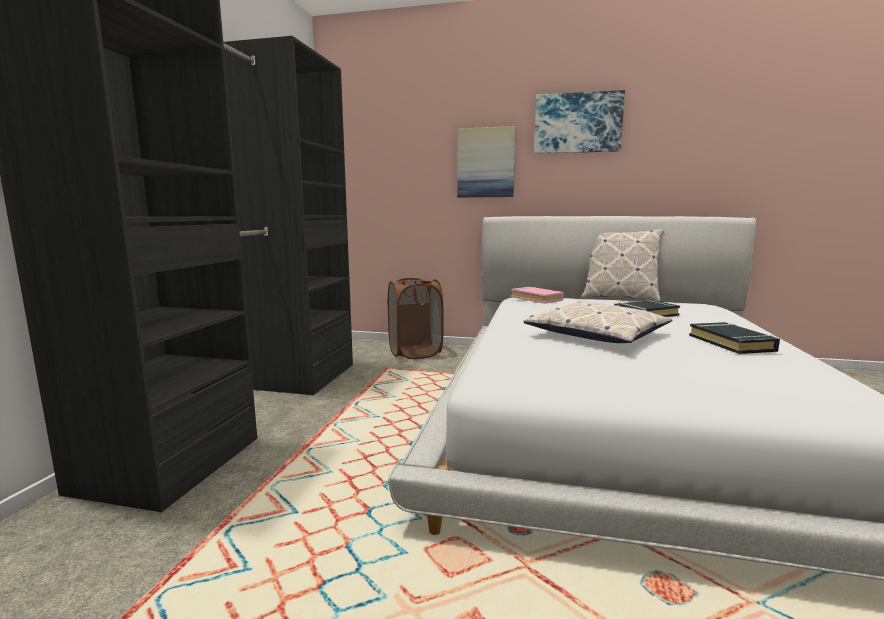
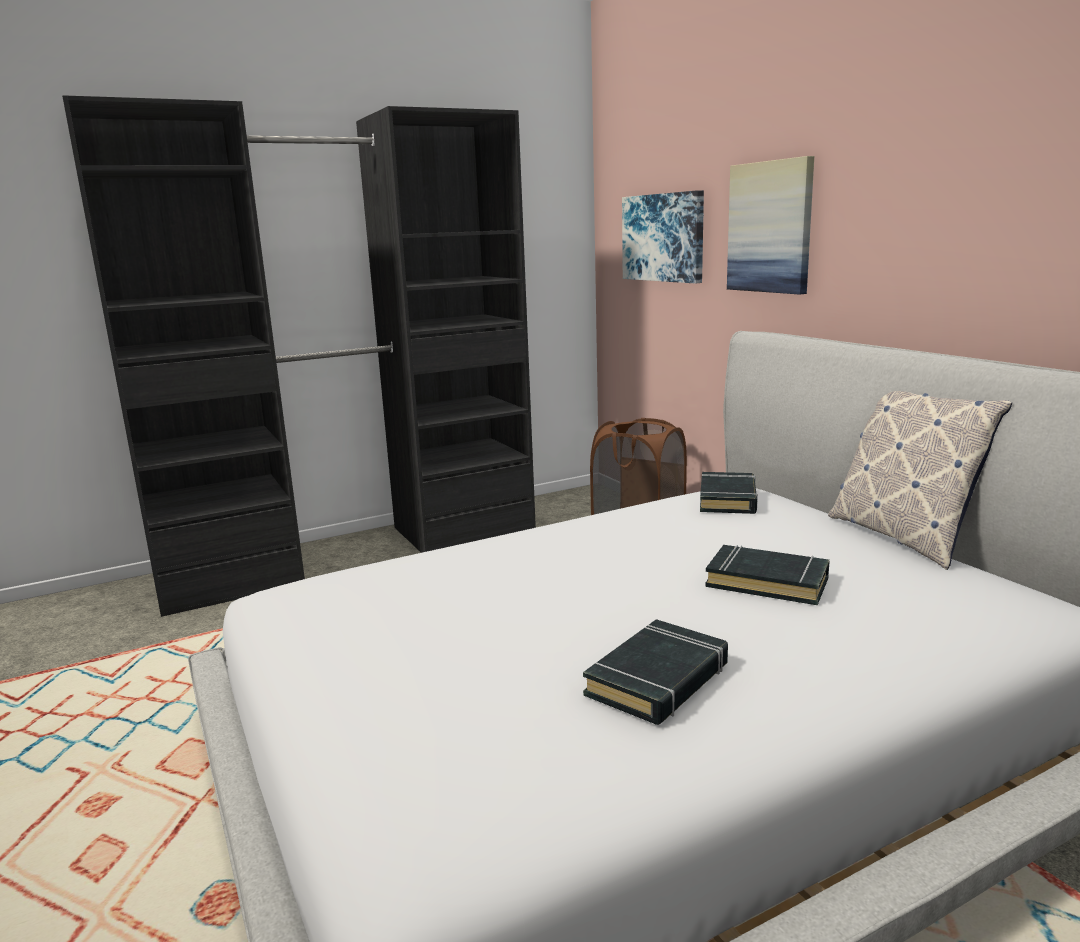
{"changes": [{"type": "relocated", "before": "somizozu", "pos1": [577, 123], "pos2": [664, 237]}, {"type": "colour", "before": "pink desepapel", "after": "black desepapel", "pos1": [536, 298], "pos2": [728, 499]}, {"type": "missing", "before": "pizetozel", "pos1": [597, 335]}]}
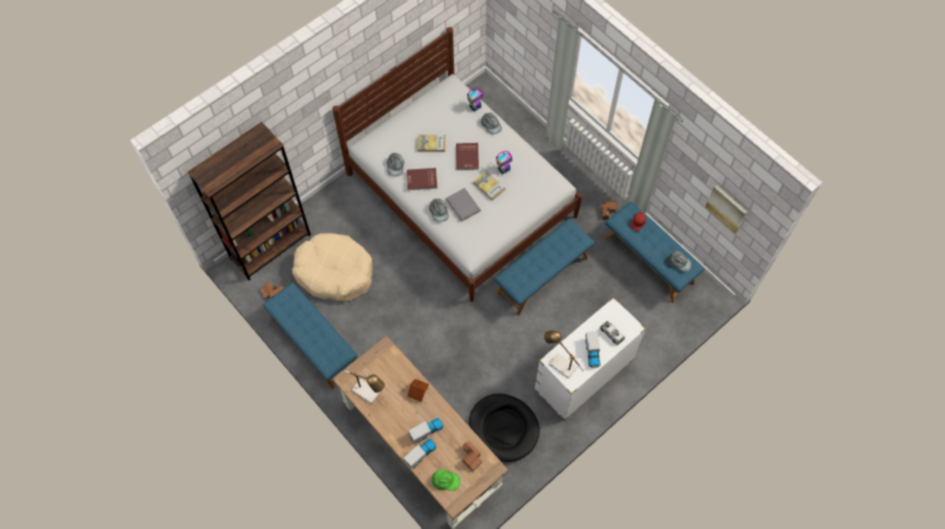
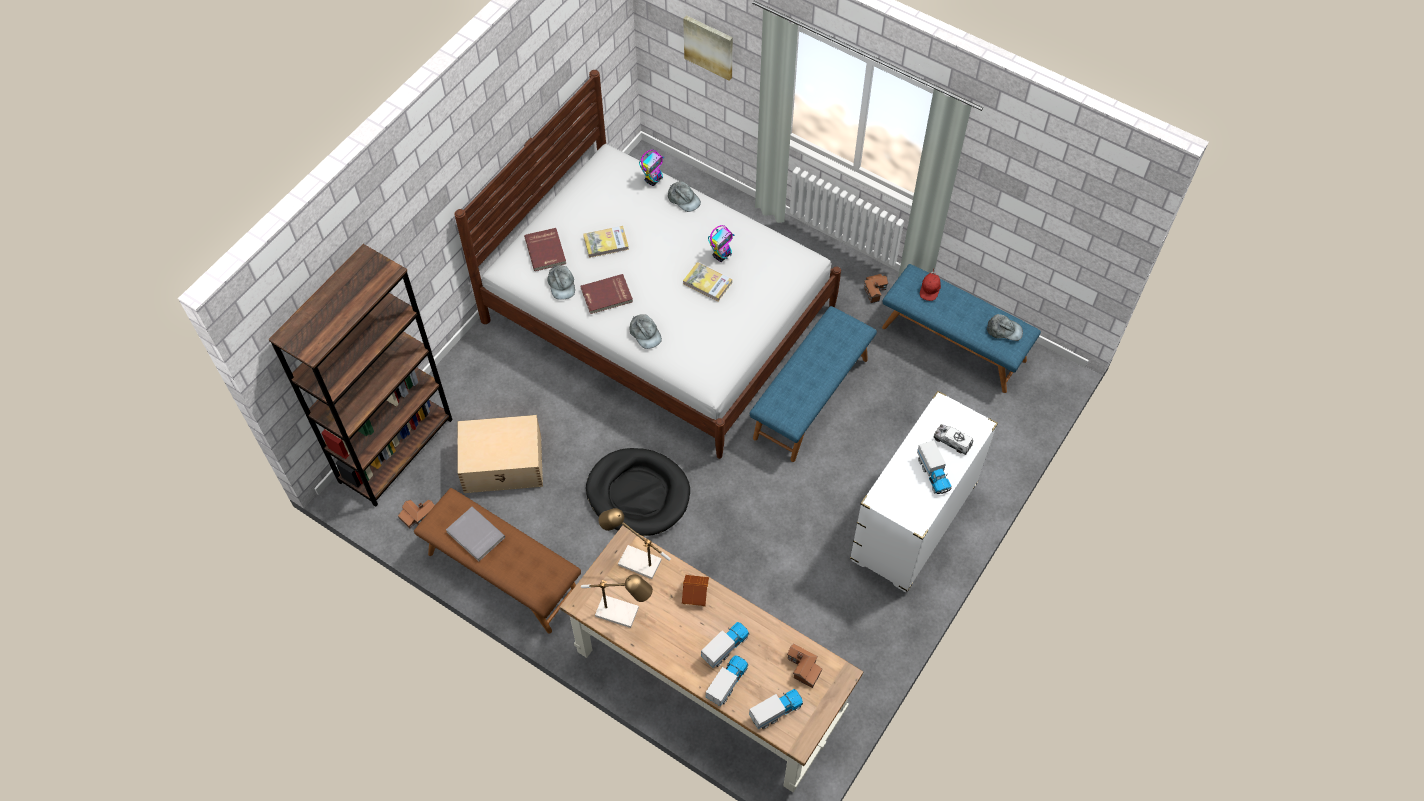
{"changes": [{"type": "relocated", "before": "red desepapel", "pos1": [468, 157], "pos2": [546, 250]}, {"type": "relocated", "before": "somizozu", "pos1": [727, 208], "pos2": [709, 46]}, {"type": "relocated", "before": "grey desepapel", "pos1": [462, 205], "pos2": [475, 535]}, {"type": "exchanged", "before": "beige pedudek", "after": "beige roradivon", "pos1": [334, 272], "pos2": [503, 464]}, {"type": "colour", "before": "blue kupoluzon", "after": "brown kupoluzon", "pos1": [314, 343], "pos2": [502, 574]}, {"type": "relocated", "before": "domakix", "pos1": [559, 364], "pos2": [634, 561]}, {"type": "relocated", "before": "black pedudek", "pos1": [503, 428], "pos2": [638, 494]}, {"type": "exchanged", "before": "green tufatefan", "after": "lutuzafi", "pos1": [445, 480], "pos2": [776, 711]}]}
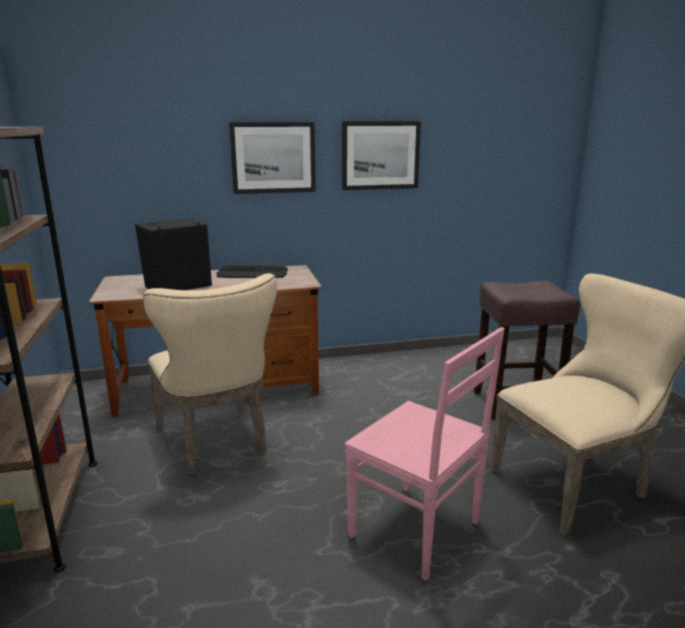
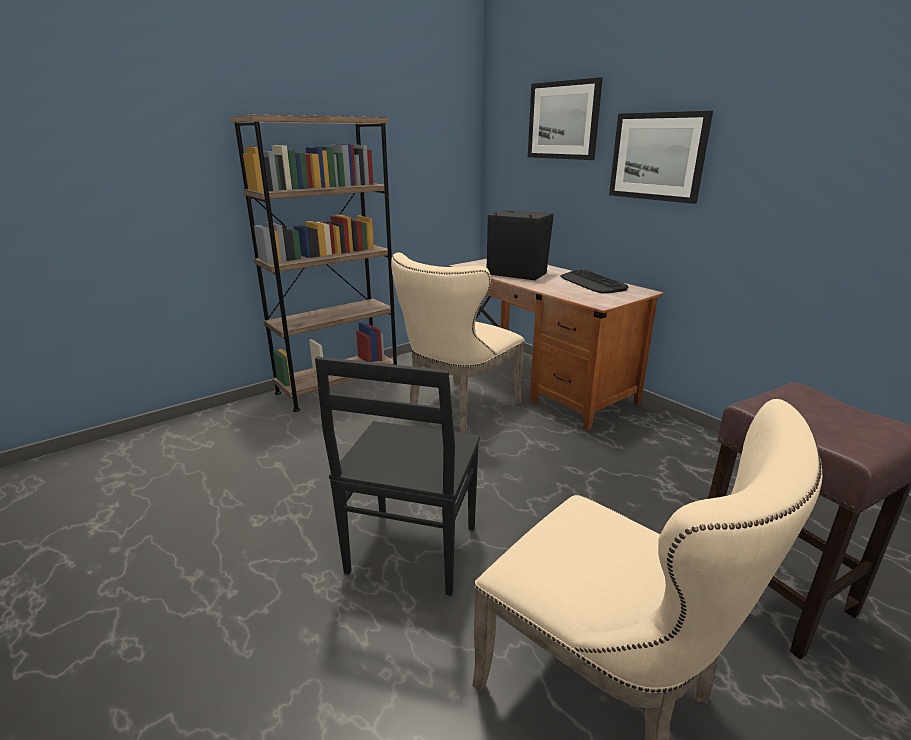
{"changes": [{"type": "relocated", "before": "somizozu", "pos1": [380, 155], "pos2": [563, 120]}, {"type": "colour", "before": "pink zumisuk", "after": "black zumisuk", "pos1": [417, 531], "pos2": [411, 552]}]}
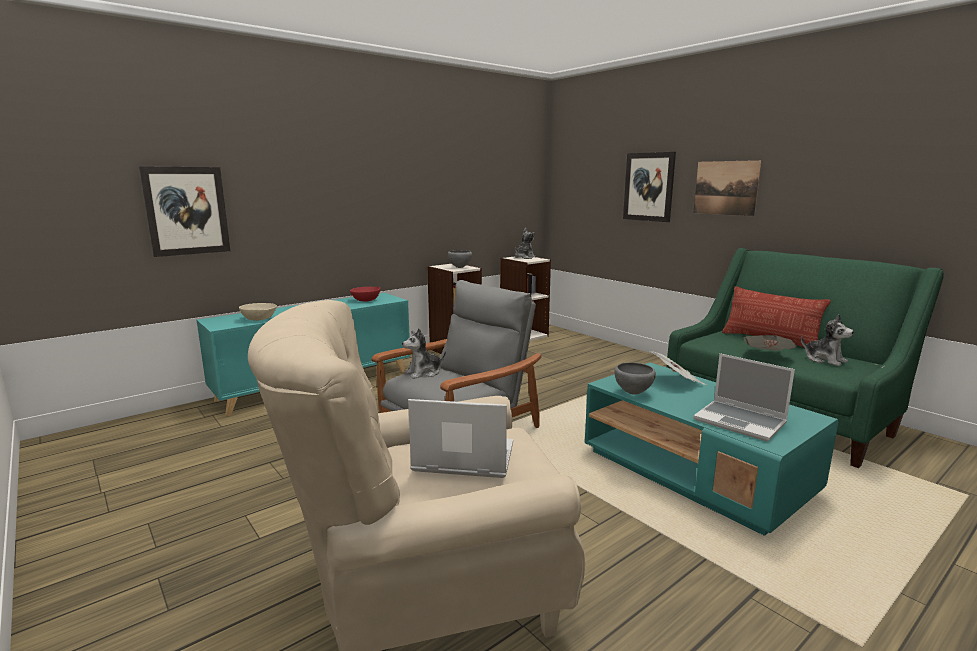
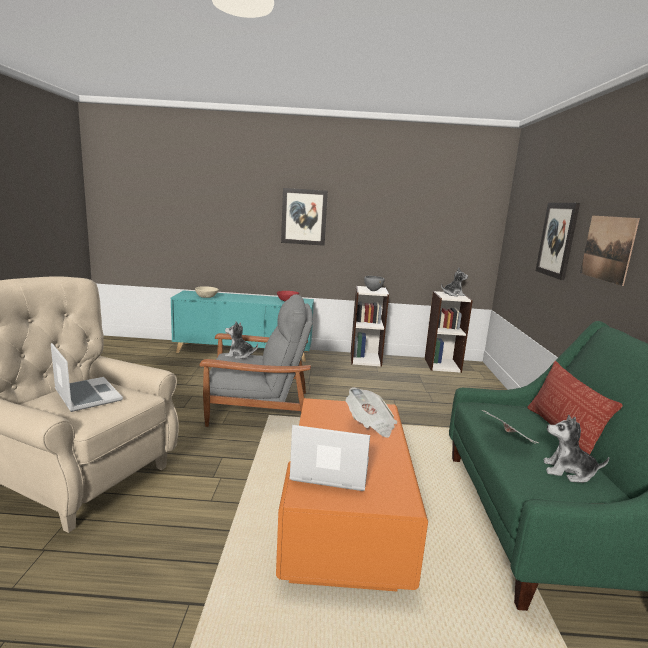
{"changes": [{"type": "relocated", "before": "somizozu", "pos1": [186, 211], "pos2": [304, 217]}, {"type": "spun", "before": "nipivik", "pos1": [824, 360], "pos2": [568, 472], "turn": 105}, {"type": "spun", "before": "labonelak", "pos1": [741, 422], "pos2": [329, 471], "turn": 105}, {"type": "colour", "before": "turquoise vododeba", "after": "orange vododeba", "pos1": [695, 473], "pos2": [345, 515]}, {"type": "missing", "before": "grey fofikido", "pos1": [632, 393]}]}
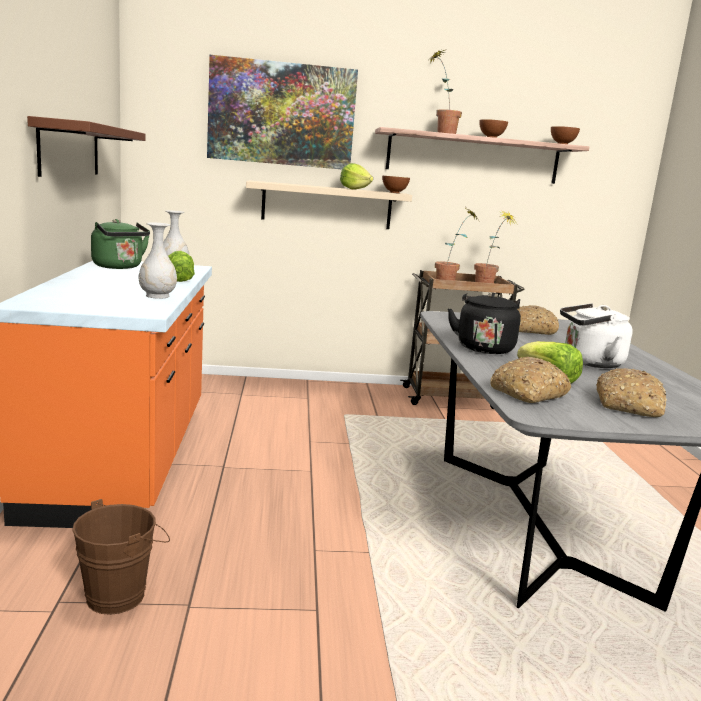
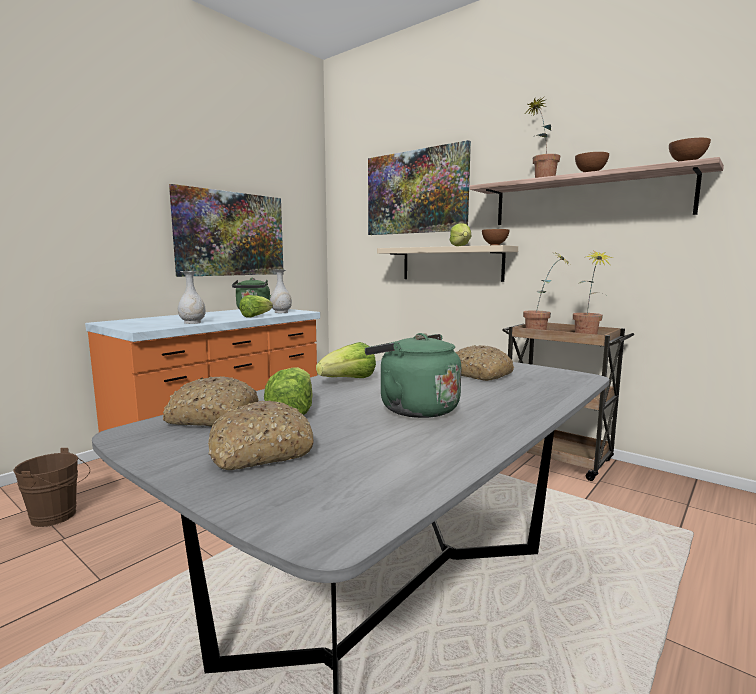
{"changes": [{"type": "exchanged", "before": "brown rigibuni", "after": "somizozu", "pos1": [70, 149], "pos2": [231, 234]}, {"type": "exchanged", "before": "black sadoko", "after": "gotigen", "pos1": [484, 348], "pos2": [349, 380]}, {"type": "colour", "before": "white sadoko", "after": "green sadoko", "pos1": [589, 362], "pos2": [414, 409]}]}
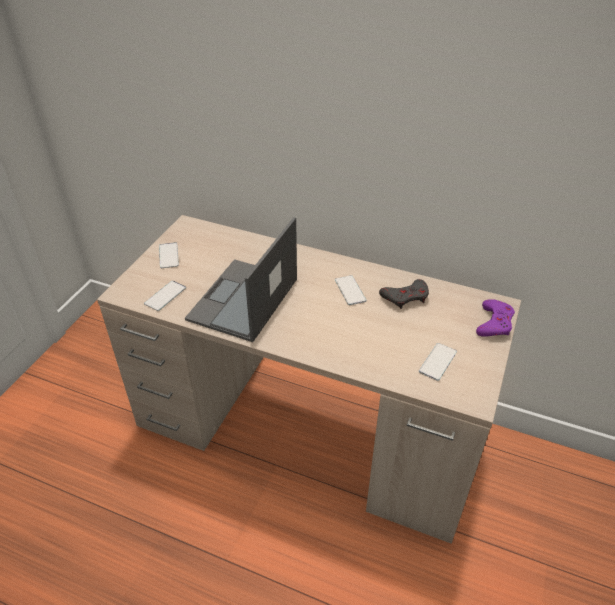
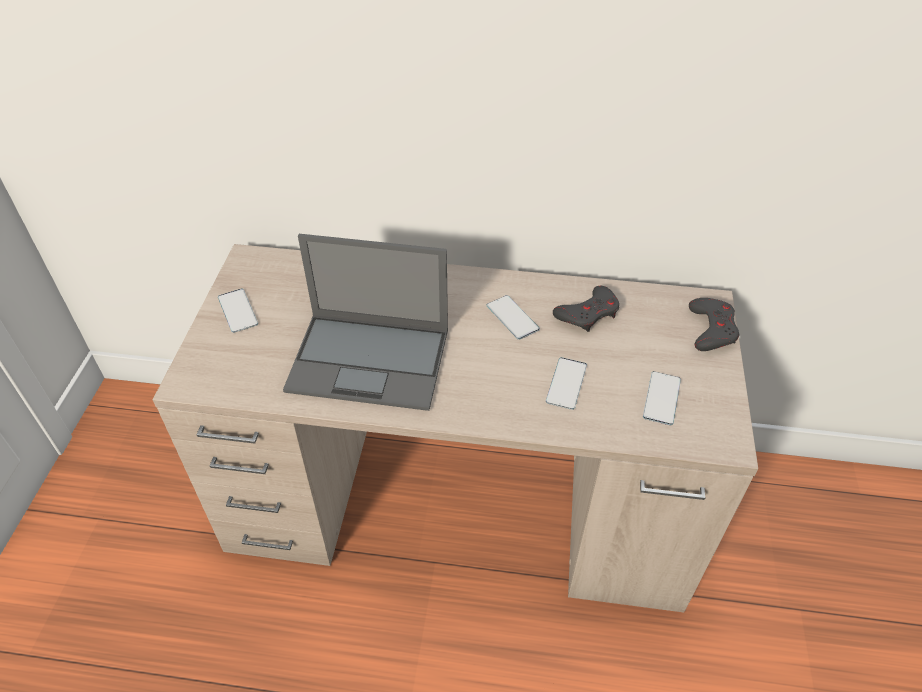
{"changes": [{"type": "spun", "before": "labonelak", "pos1": [243, 300], "pos2": [371, 360], "turn": -90}, {"type": "relocated", "before": "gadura", "pos1": [165, 296], "pos2": [566, 383]}, {"type": "colour", "before": "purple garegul", "after": "grey garegul", "pos1": [494, 323], "pos2": [711, 329]}]}
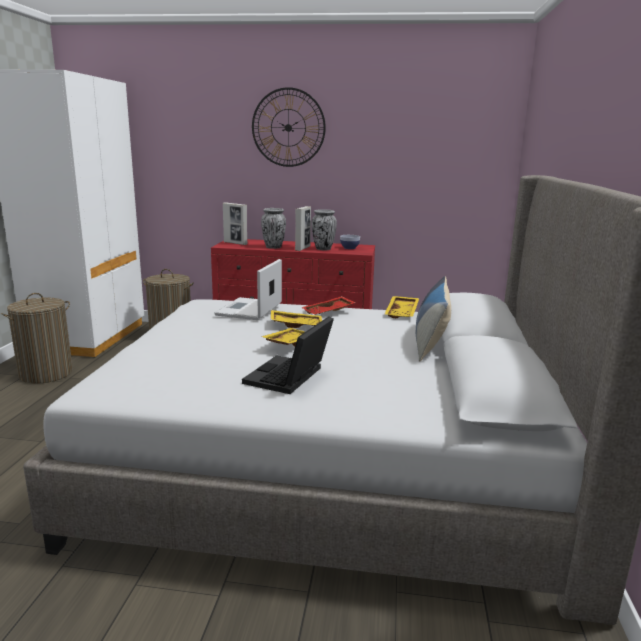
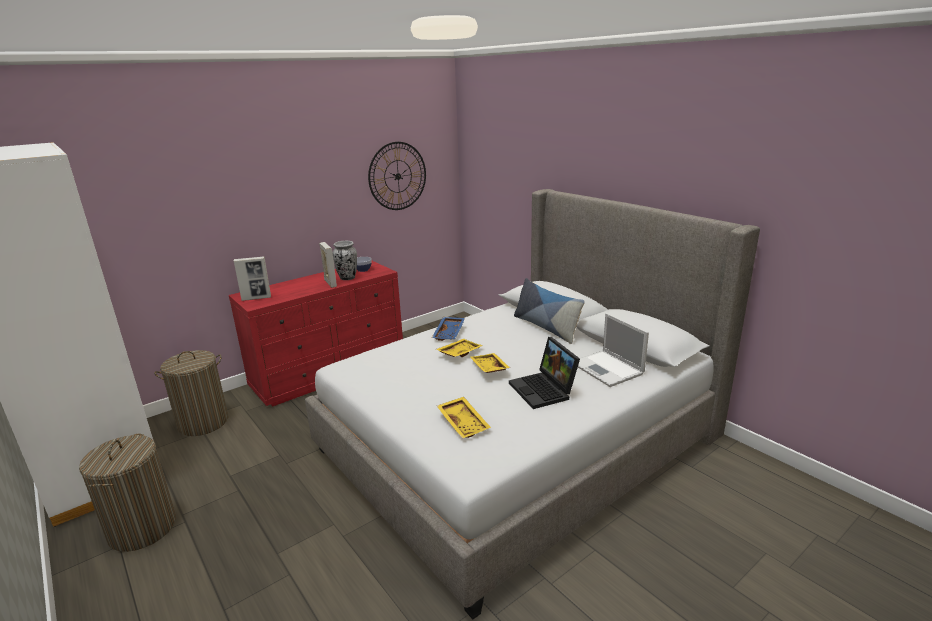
{"changes": [{"type": "relocated", "before": "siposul", "pos1": [288, 127], "pos2": [397, 176]}, {"type": "missing", "before": "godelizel", "pos1": [273, 247]}, {"type": "relocated", "before": "labonelak", "pos1": [249, 310], "pos2": [608, 369]}, {"type": "colour", "before": "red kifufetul", "after": "blue kifufetul", "pos1": [328, 312], "pos2": [449, 333]}, {"type": "relocated", "before": "yellow kifufetul", "pos1": [402, 313], "pos2": [464, 423]}]}
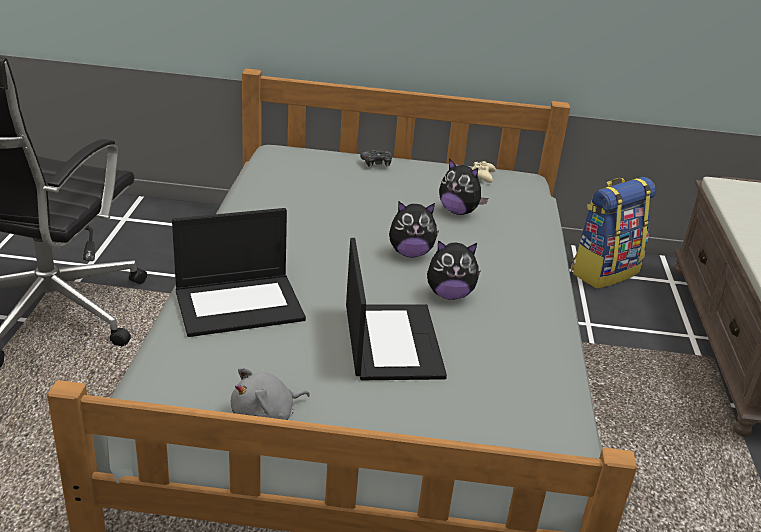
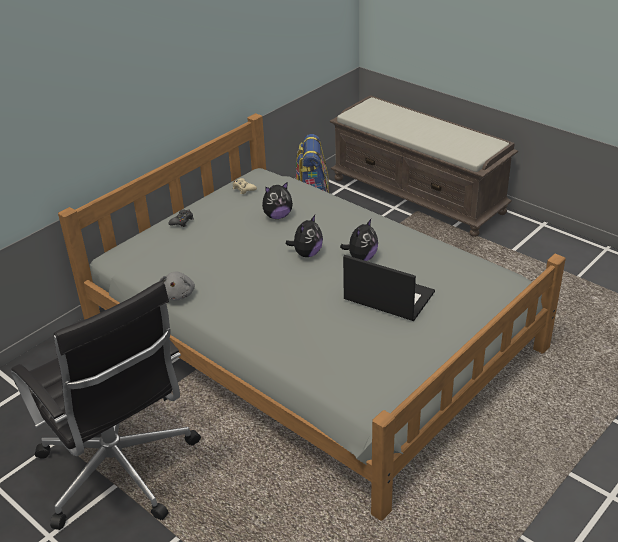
{"changes": [{"type": "missing", "before": "labonelak", "pos1": [240, 304]}, {"type": "relocated", "before": "grey nipivik", "pos1": [266, 416], "pos2": [178, 294]}]}
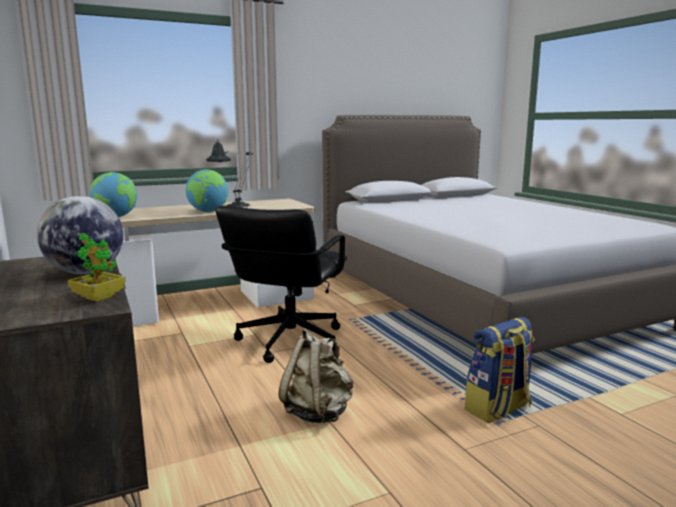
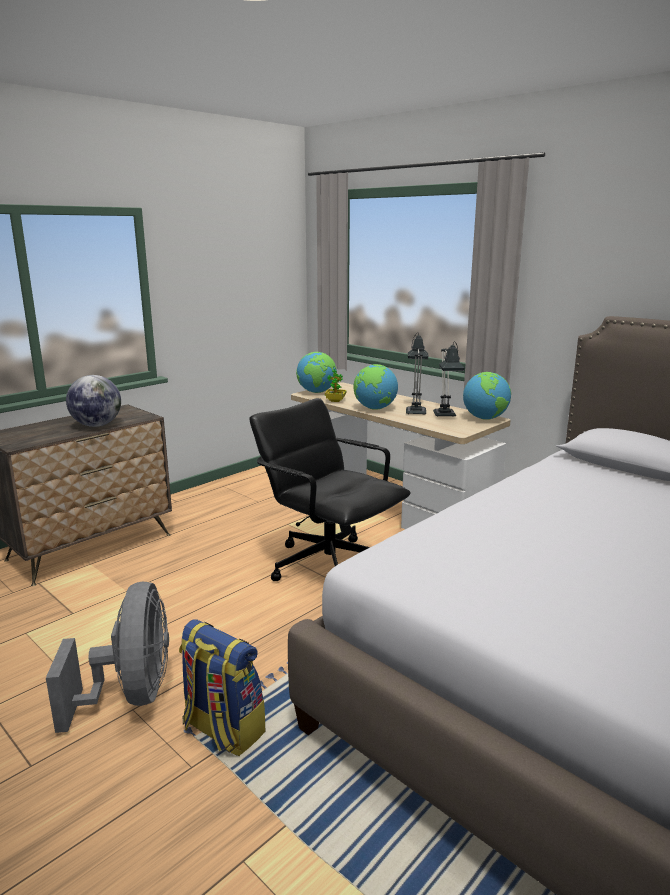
{"changes": [{"type": "spun", "before": "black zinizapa", "pos1": [289, 341], "pos2": [329, 565], "turn": 45}, {"type": "relocated", "before": "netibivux", "pos1": [98, 297], "pos2": [335, 400]}, {"type": "missing", "before": "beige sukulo", "pos1": [318, 412]}, {"type": "appeared", "after": "domakix", "pos2": [445, 416]}, {"type": "appeared", "after": "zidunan", "pos2": [485, 418]}, {"type": "appeared", "after": "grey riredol", "pos2": [131, 695]}]}
